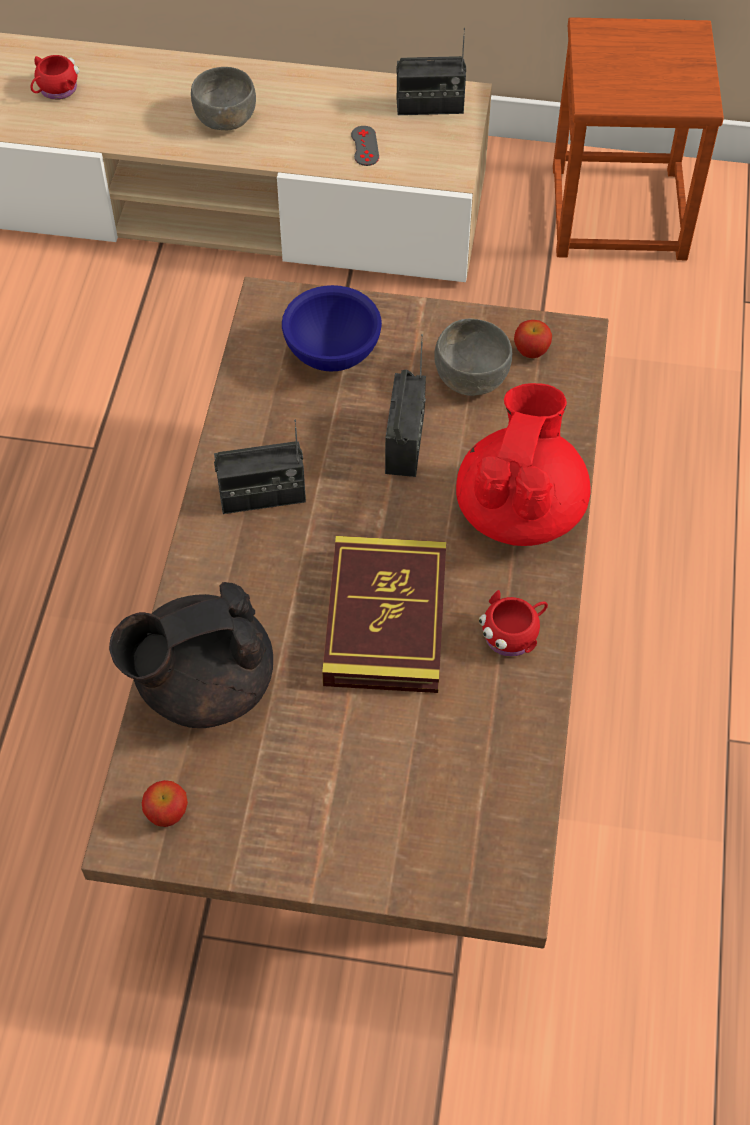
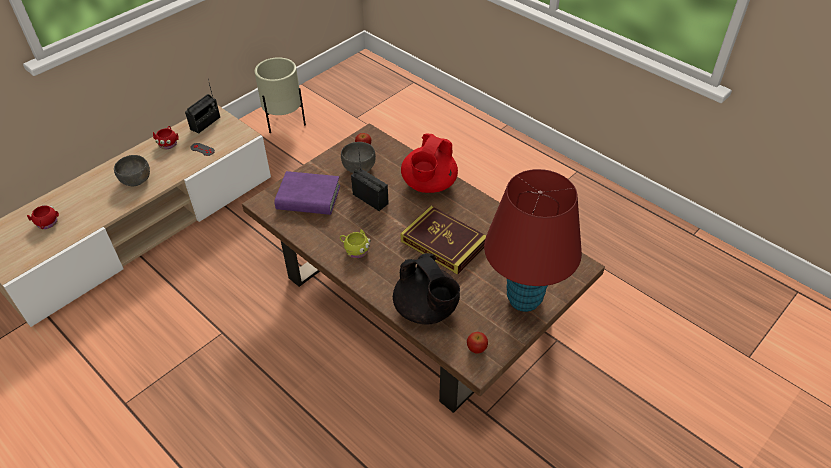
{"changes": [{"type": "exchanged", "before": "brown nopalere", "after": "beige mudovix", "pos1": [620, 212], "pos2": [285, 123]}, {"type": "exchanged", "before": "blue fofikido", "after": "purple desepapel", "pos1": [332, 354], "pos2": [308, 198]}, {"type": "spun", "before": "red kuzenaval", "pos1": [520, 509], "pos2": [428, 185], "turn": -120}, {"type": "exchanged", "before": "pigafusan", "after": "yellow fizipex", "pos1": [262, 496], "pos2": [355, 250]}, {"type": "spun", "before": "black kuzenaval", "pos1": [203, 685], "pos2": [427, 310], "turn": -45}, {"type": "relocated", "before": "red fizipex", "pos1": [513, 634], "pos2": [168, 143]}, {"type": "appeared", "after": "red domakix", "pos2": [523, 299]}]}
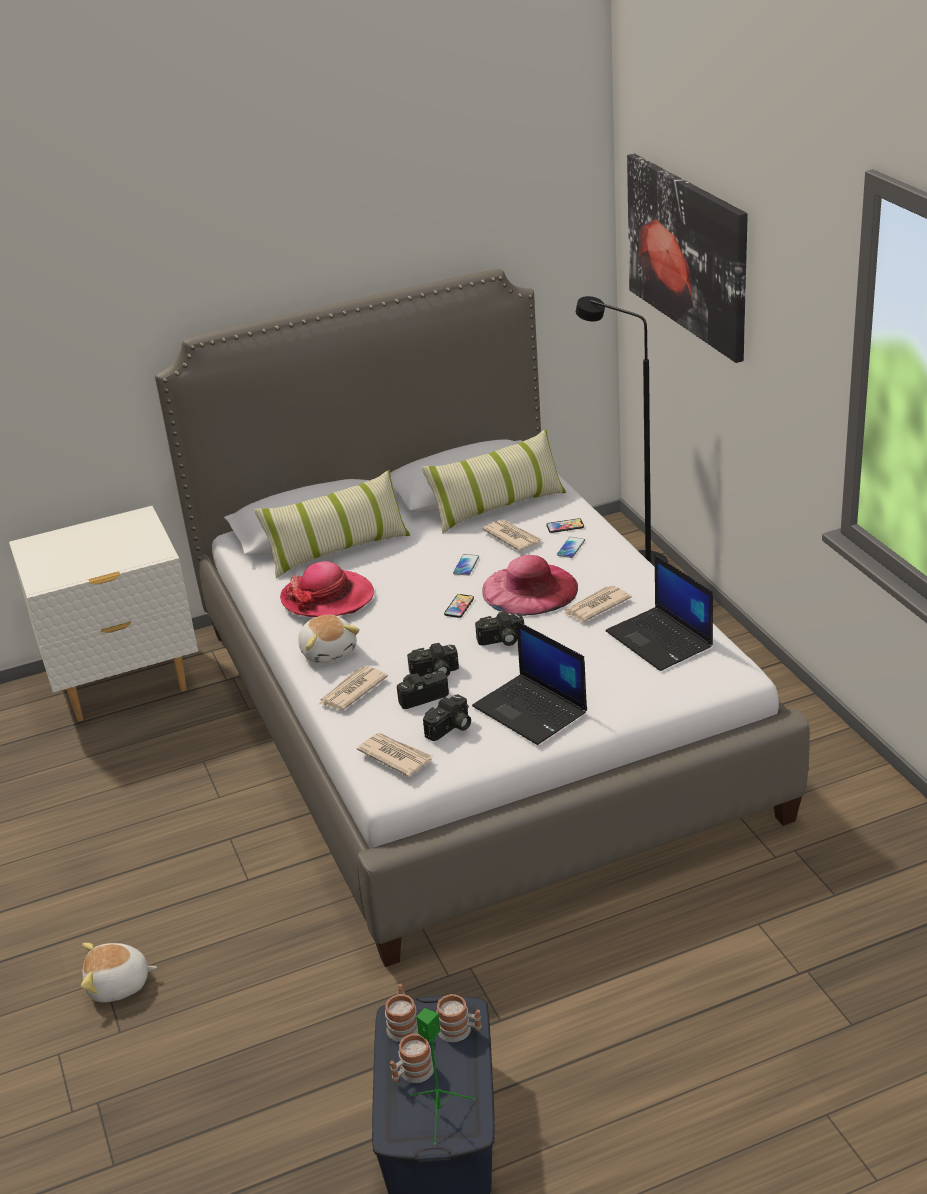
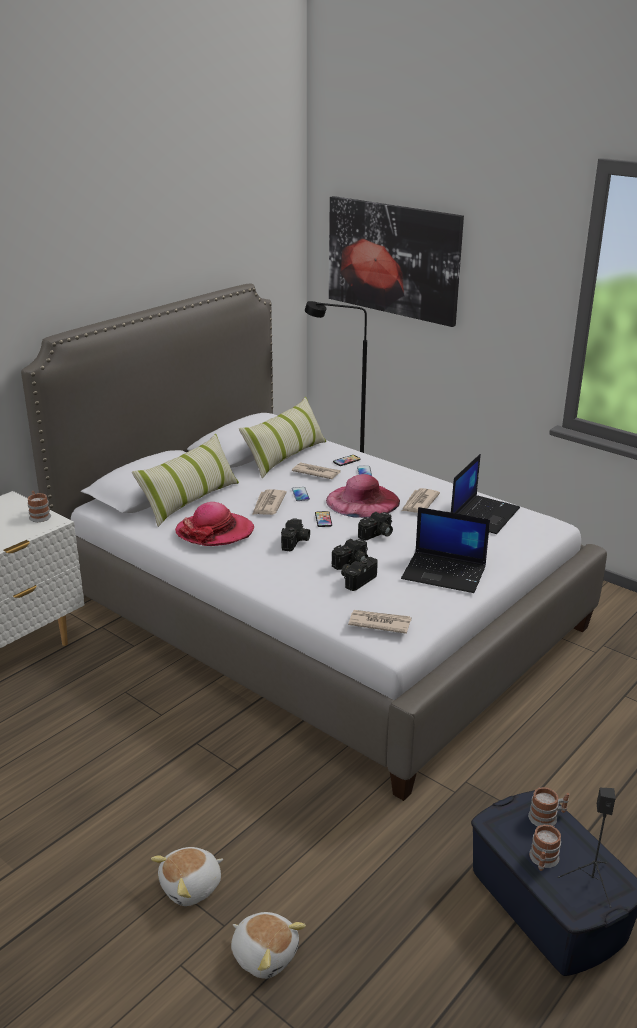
{"changes": [{"type": "spun", "before": "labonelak", "pos1": [661, 640], "pos2": [484, 514], "turn": -90}, {"type": "relocated", "before": "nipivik", "pos1": [329, 651], "pos2": [265, 954]}, {"type": "relocated", "before": "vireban", "pos1": [352, 691], "pos2": [268, 504]}, {"type": "relocated", "before": "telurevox", "pos1": [451, 728], "pos2": [296, 542]}, {"type": "relocated", "before": "fizipex", "pos1": [403, 1024], "pos2": [39, 516]}, {"type": "colour", "before": "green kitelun", "after": "black kitelun", "pos1": [440, 1112], "pos2": [591, 881]}]}
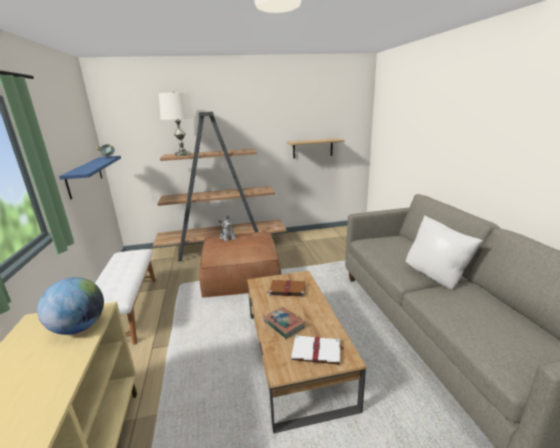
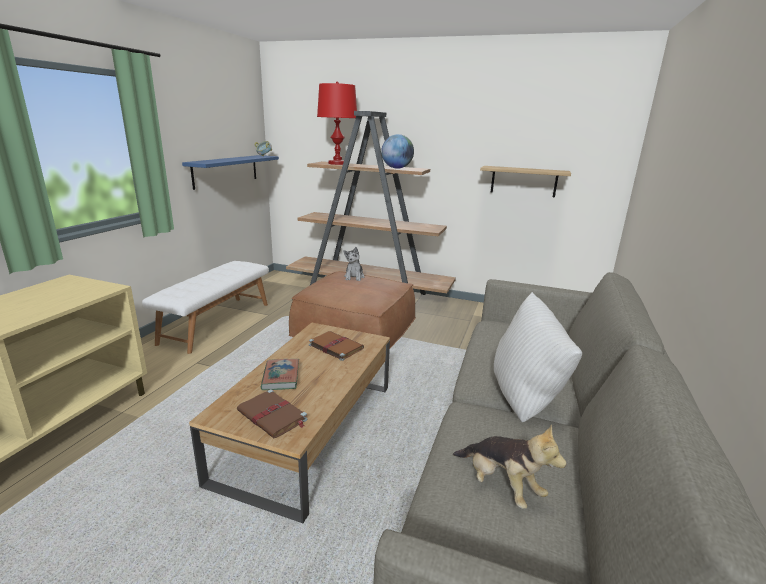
{"changes": [{"type": "colour", "before": "white domakix", "after": "red domakix", "pos1": [182, 154], "pos2": [337, 163]}, {"type": "relocated", "before": "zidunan", "pos1": [79, 327], "pos2": [397, 168]}, {"type": "colour", "before": "white desepapel", "after": "brown desepapel", "pos1": [317, 351], "pos2": [273, 416]}, {"type": "appeared", "after": "nipivik", "pos2": [500, 486]}]}
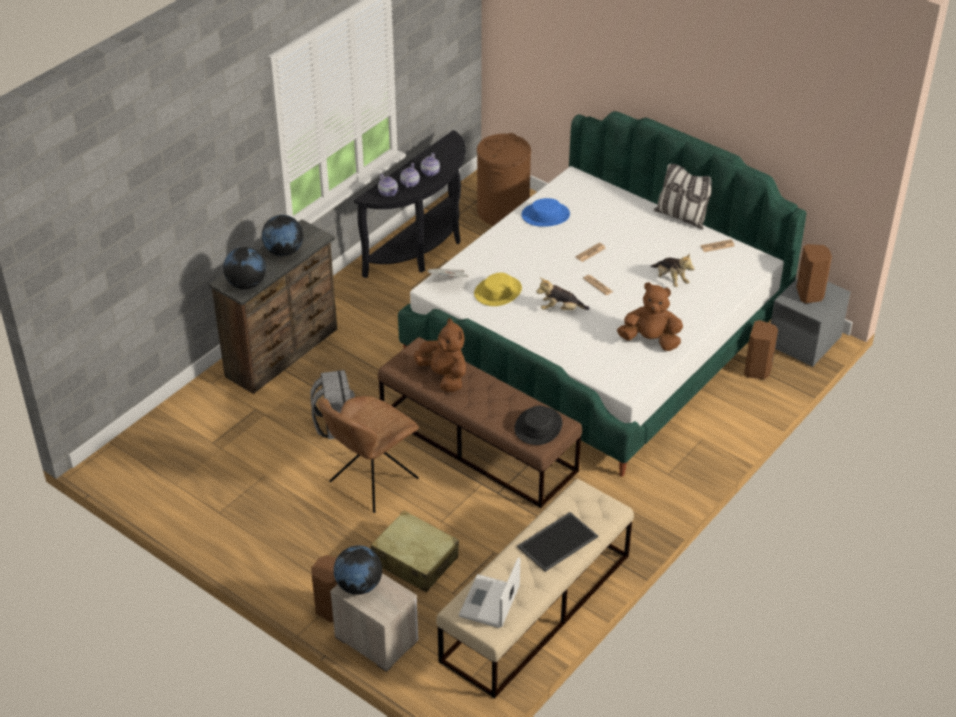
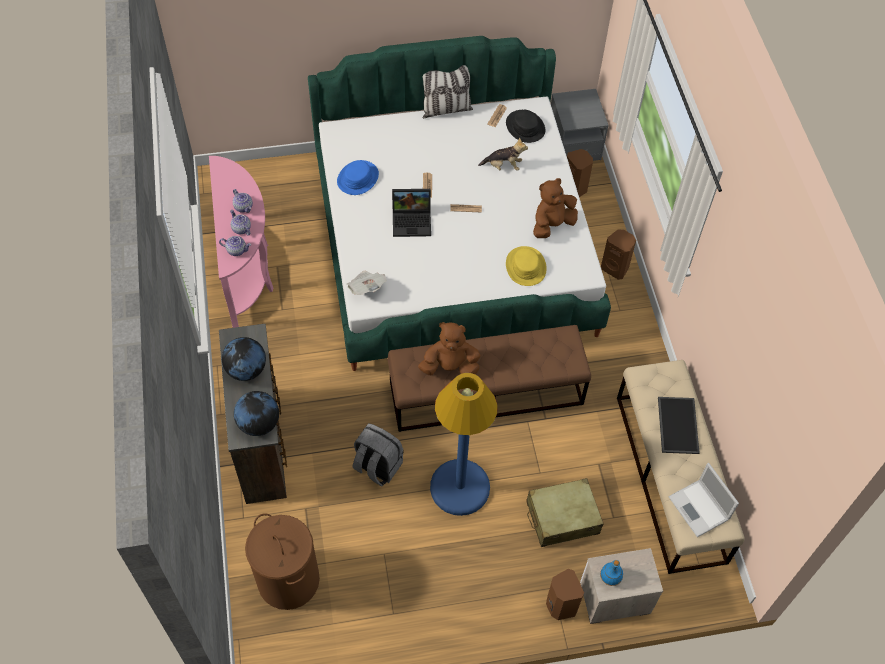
{"changes": [{"type": "colour", "before": "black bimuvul", "after": "pink bimuvul", "pos1": [423, 249], "pos2": [247, 270]}, {"type": "relocated", "before": "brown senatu", "pos1": [502, 211], "pos2": [288, 580]}, {"type": "relocated", "before": "brown kitelun", "pos1": [810, 294], "pos2": [615, 268]}, {"type": "relocated", "before": "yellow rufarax", "pos1": [498, 292], "pos2": [526, 267]}, {"type": "missing", "before": "nipivik", "pos1": [560, 309]}, {"type": "exchanged", "before": "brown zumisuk", "after": "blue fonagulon", "pos1": [371, 482], "pos2": [459, 487]}, {"type": "relocated", "before": "black rufarax", "pos1": [538, 427], "pos2": [525, 127]}, {"type": "exchanged", "before": "zidunan", "after": "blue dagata", "pos1": [359, 585], "pos2": [610, 578]}, {"type": "appeared", "after": "labonelak", "pos2": [412, 221]}]}
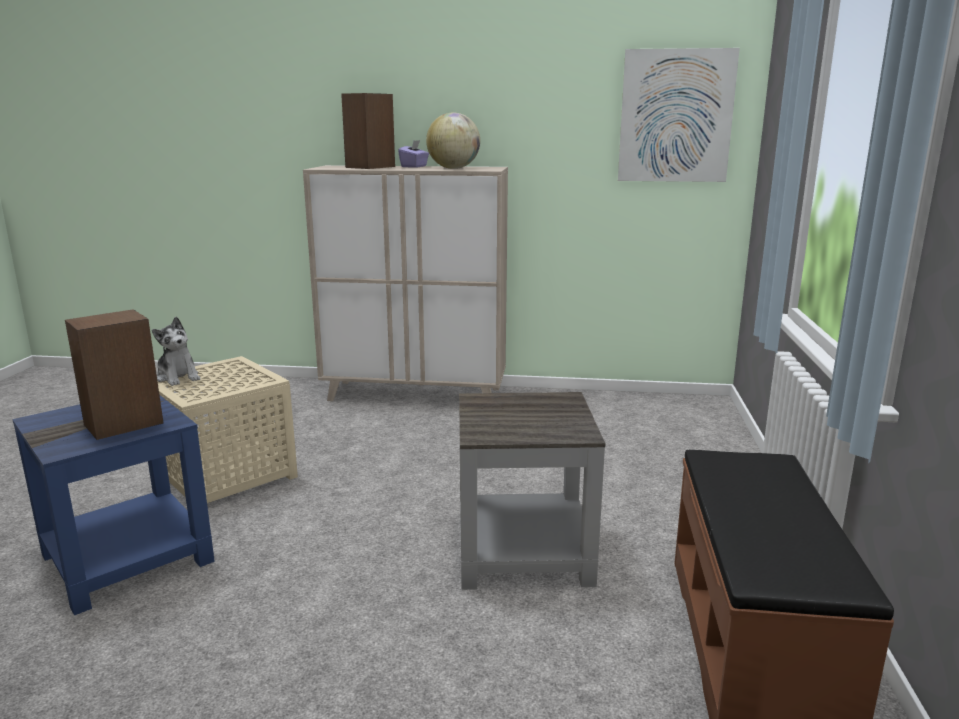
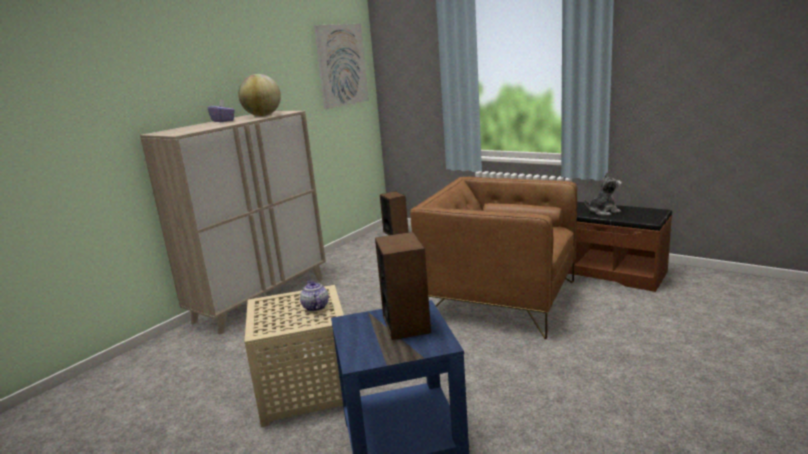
{"changes": [{"type": "relocated", "before": "kitelun", "pos1": [370, 167], "pos2": [396, 232]}, {"type": "relocated", "before": "nipivik", "pos1": [178, 377], "pos2": [603, 211]}, {"type": "exchanged", "before": "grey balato", "after": "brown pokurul", "pos1": [524, 549], "pos2": [499, 300]}, {"type": "appeared", "after": "kuzenaval", "pos2": [315, 307]}]}
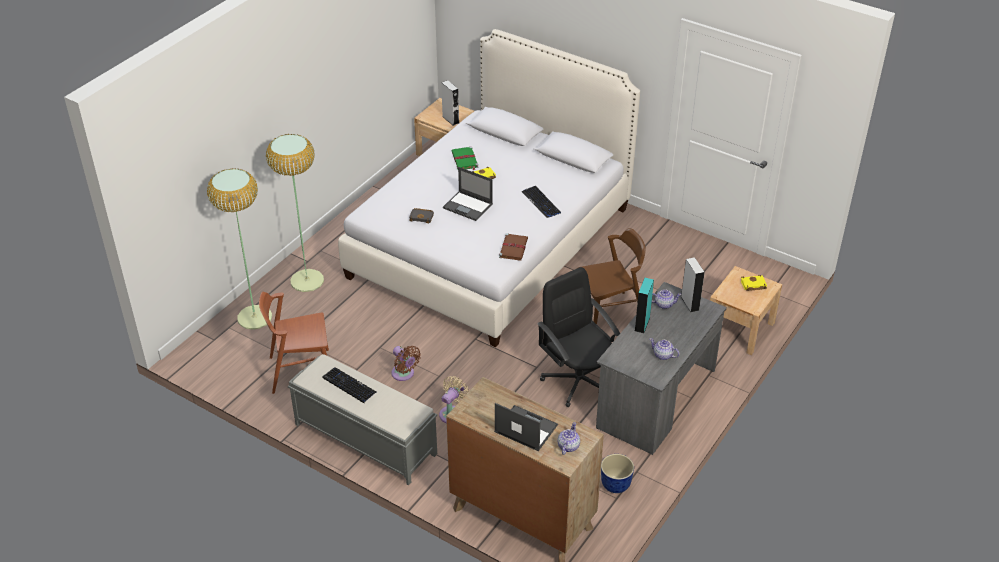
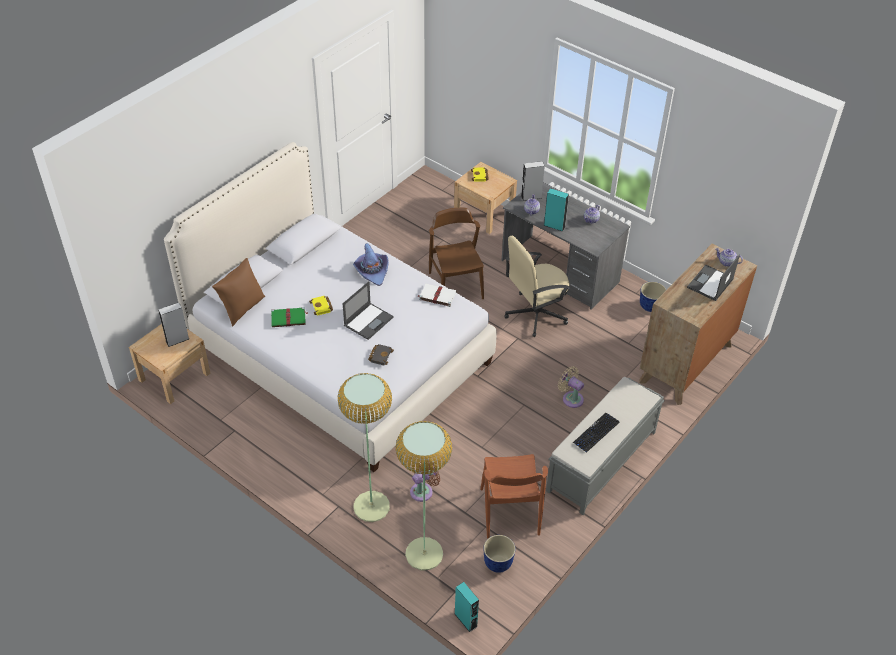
{"changes": [{"type": "exchanged", "before": "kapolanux", "after": "purple rufarax", "pos1": [541, 202], "pos2": [372, 271]}, {"type": "colour", "before": "brown desepapel", "after": "white desepapel", "pos1": [513, 248], "pos2": [437, 296]}, {"type": "colour", "before": "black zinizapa", "after": "beige zinizapa", "pos1": [578, 380], "pos2": [535, 314]}, {"type": "relocated", "before": "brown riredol", "pos1": [404, 374], "pos2": [423, 491]}, {"type": "appeared", "after": "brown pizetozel", "pos2": [242, 308]}, {"type": "appeared", "after": "mudovix", "pos2": [497, 563]}, {"type": "appeared", "after": "turquoise kitelun", "pos2": [465, 620]}]}
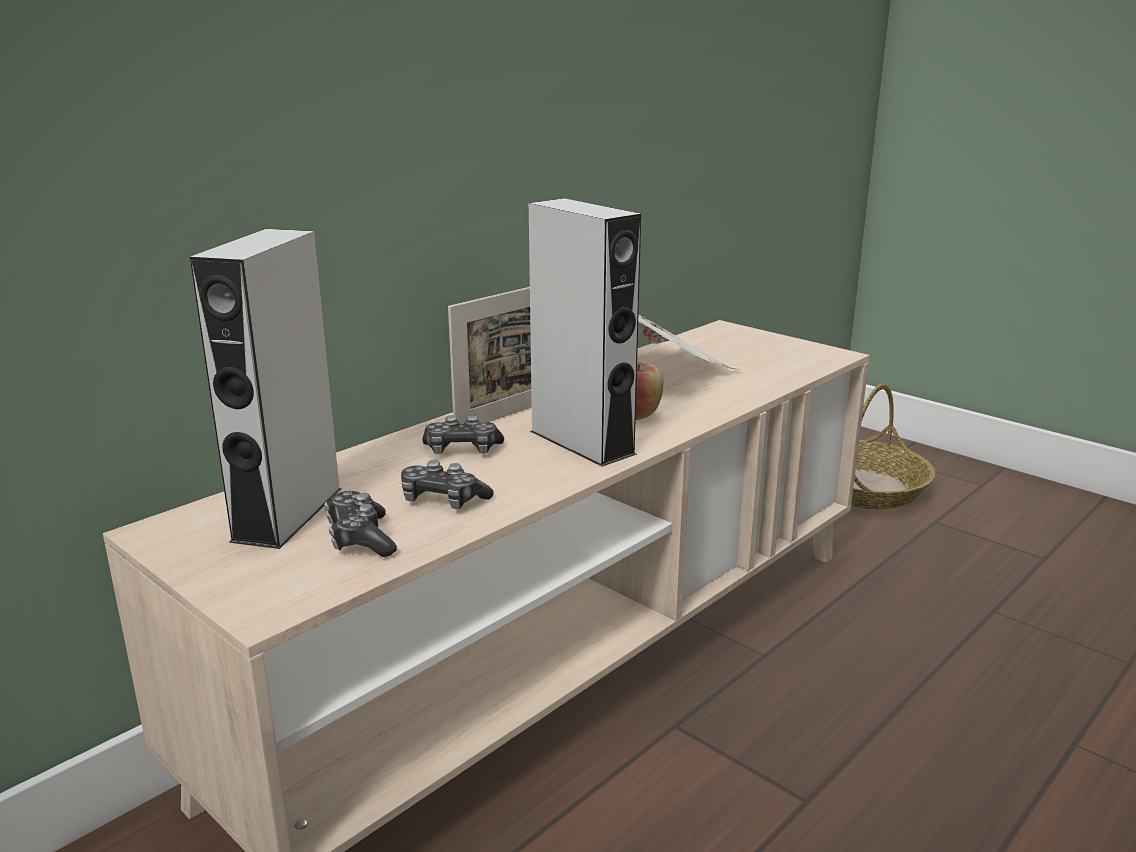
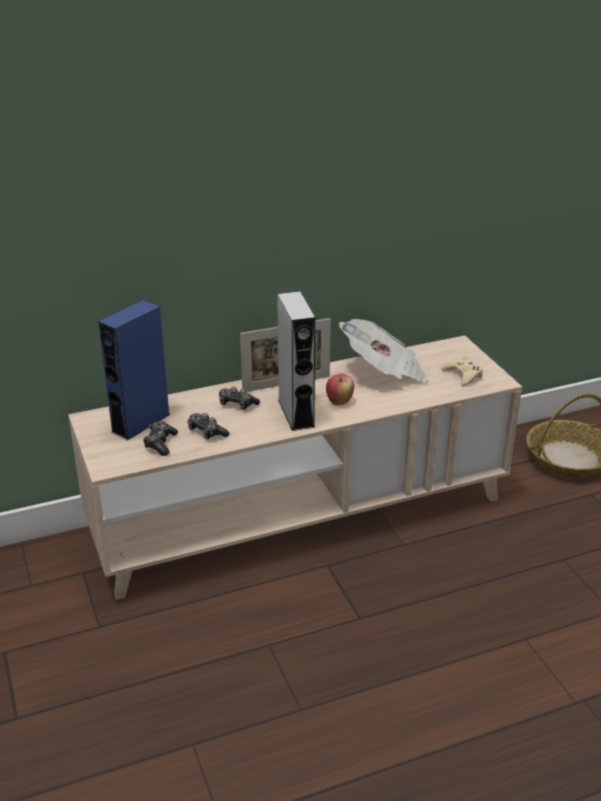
{"changes": [{"type": "colour", "before": "grey kitelun", "after": "blue kitelun", "pos1": [288, 514], "pos2": [140, 423]}, {"type": "appeared", "after": "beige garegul", "pos2": [463, 375]}]}
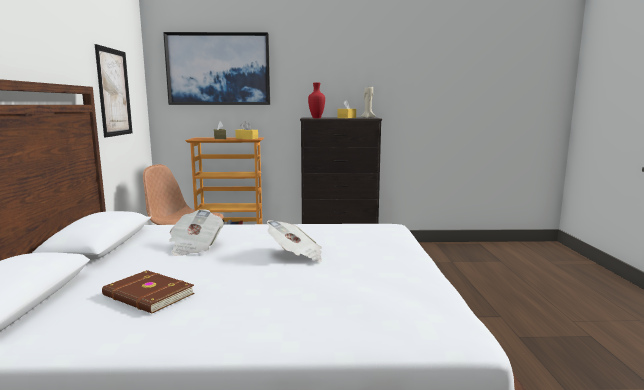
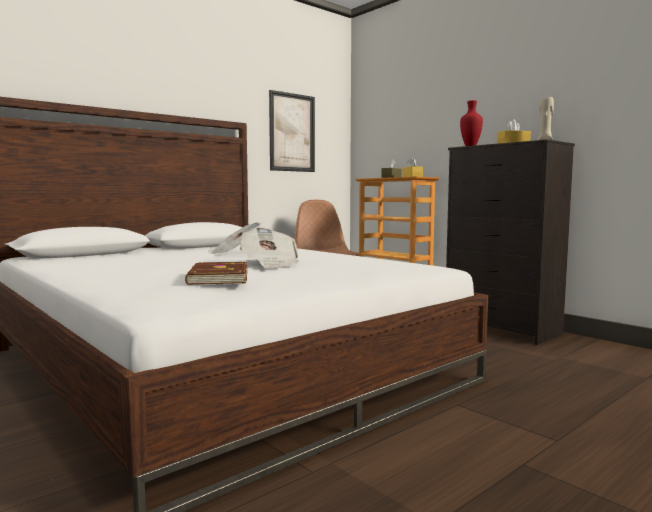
{"changes": [{"type": "missing", "before": "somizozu", "pos1": [218, 69]}, {"type": "relocated", "before": "brown desepapel", "pos1": [148, 295], "pos2": [217, 278]}]}
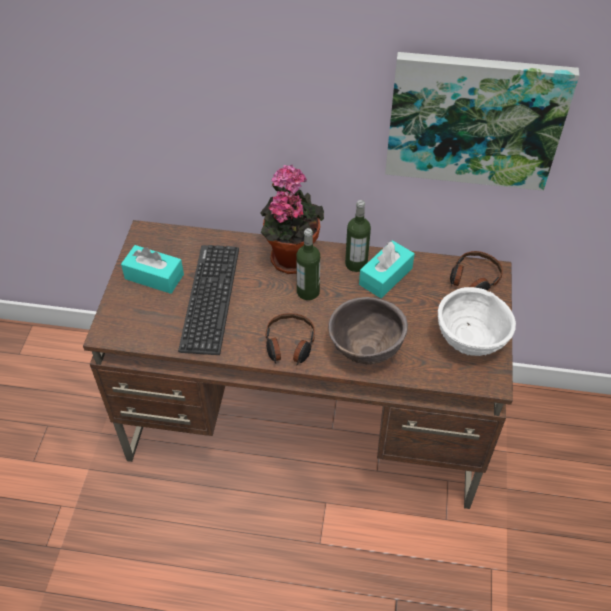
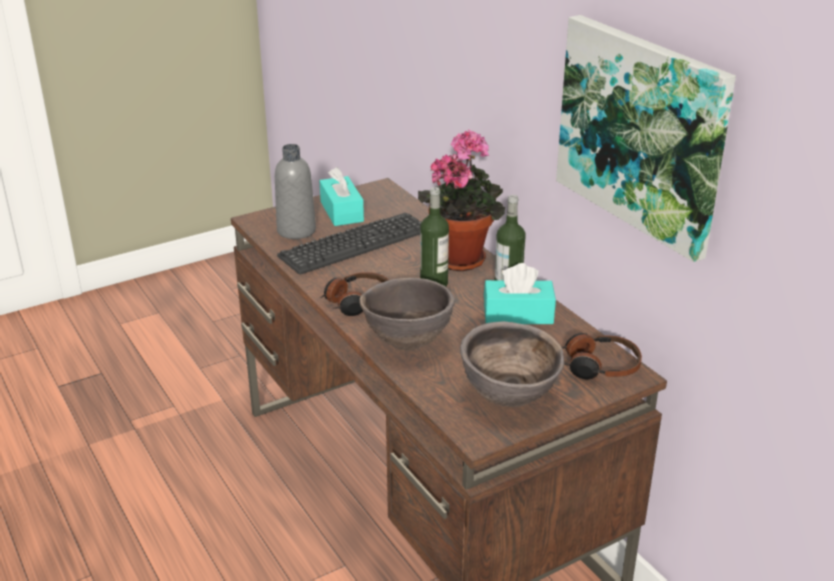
{"changes": [{"type": "colour", "before": "white fofikido", "after": "brown fofikido", "pos1": [469, 342], "pos2": [509, 399]}, {"type": "appeared", "after": "grey dagata", "pos2": [296, 230]}]}
